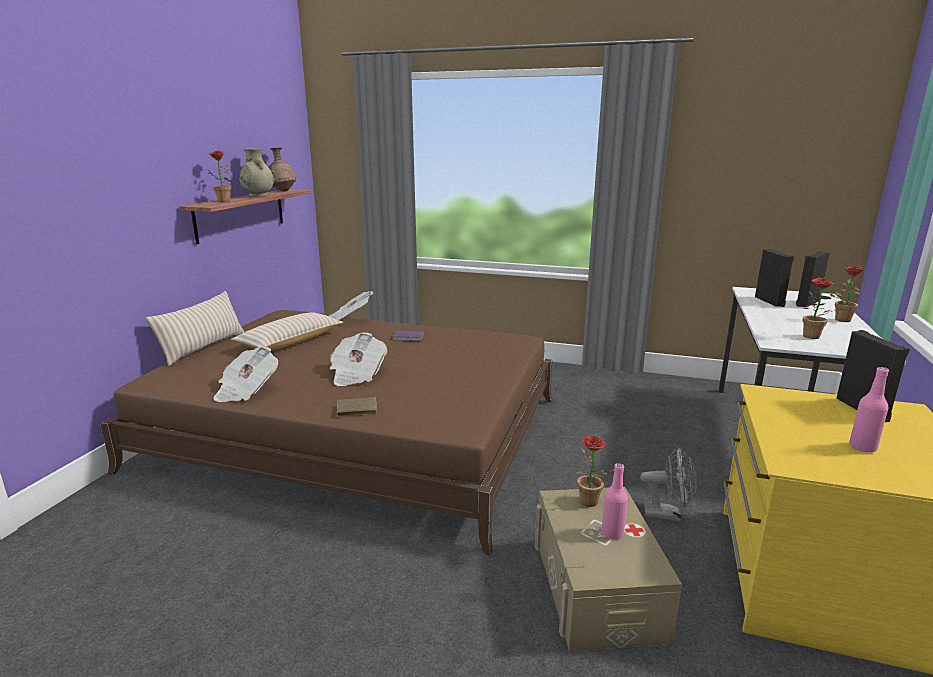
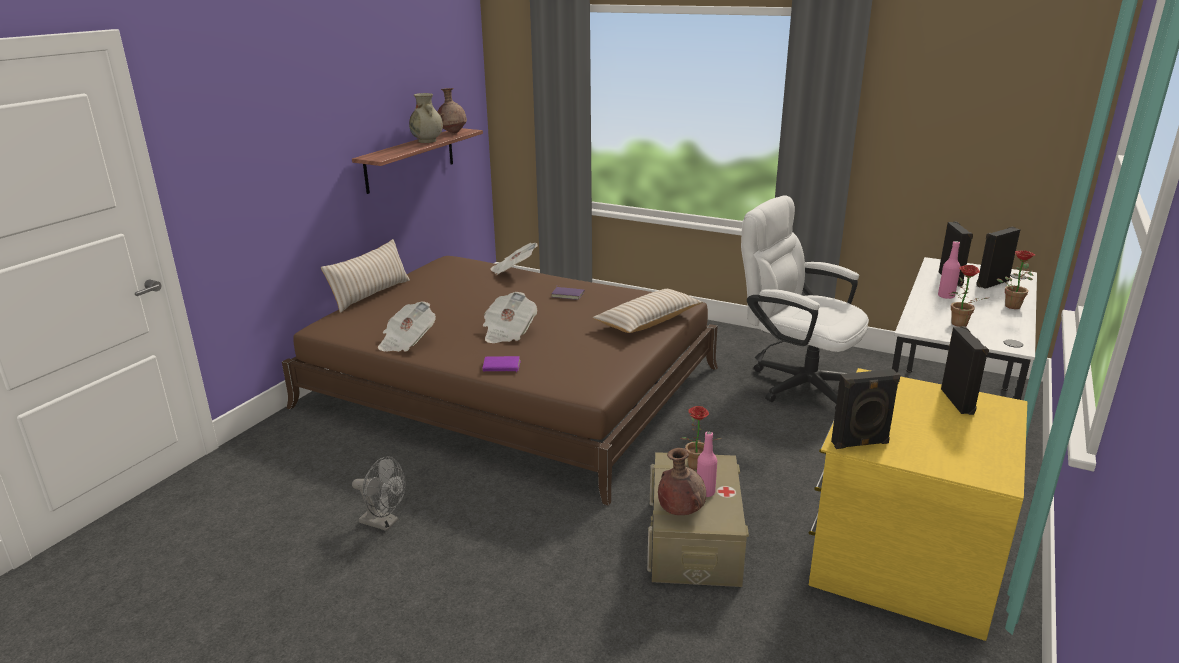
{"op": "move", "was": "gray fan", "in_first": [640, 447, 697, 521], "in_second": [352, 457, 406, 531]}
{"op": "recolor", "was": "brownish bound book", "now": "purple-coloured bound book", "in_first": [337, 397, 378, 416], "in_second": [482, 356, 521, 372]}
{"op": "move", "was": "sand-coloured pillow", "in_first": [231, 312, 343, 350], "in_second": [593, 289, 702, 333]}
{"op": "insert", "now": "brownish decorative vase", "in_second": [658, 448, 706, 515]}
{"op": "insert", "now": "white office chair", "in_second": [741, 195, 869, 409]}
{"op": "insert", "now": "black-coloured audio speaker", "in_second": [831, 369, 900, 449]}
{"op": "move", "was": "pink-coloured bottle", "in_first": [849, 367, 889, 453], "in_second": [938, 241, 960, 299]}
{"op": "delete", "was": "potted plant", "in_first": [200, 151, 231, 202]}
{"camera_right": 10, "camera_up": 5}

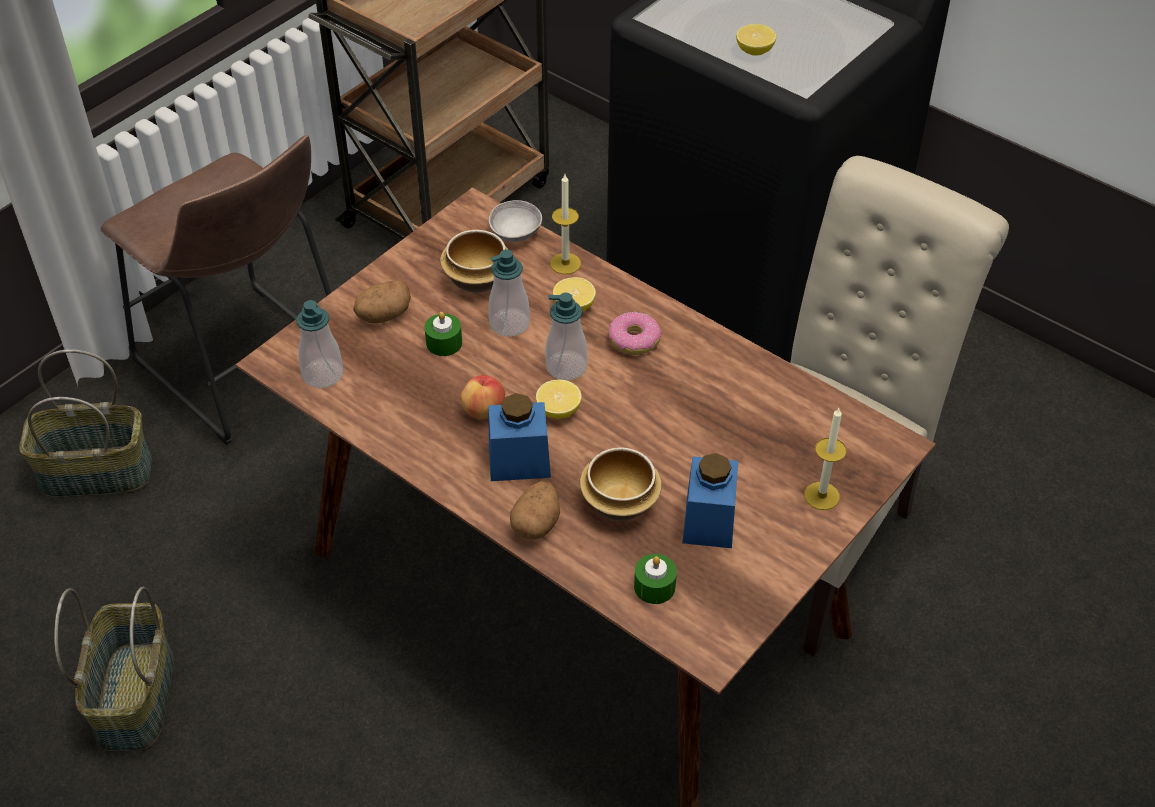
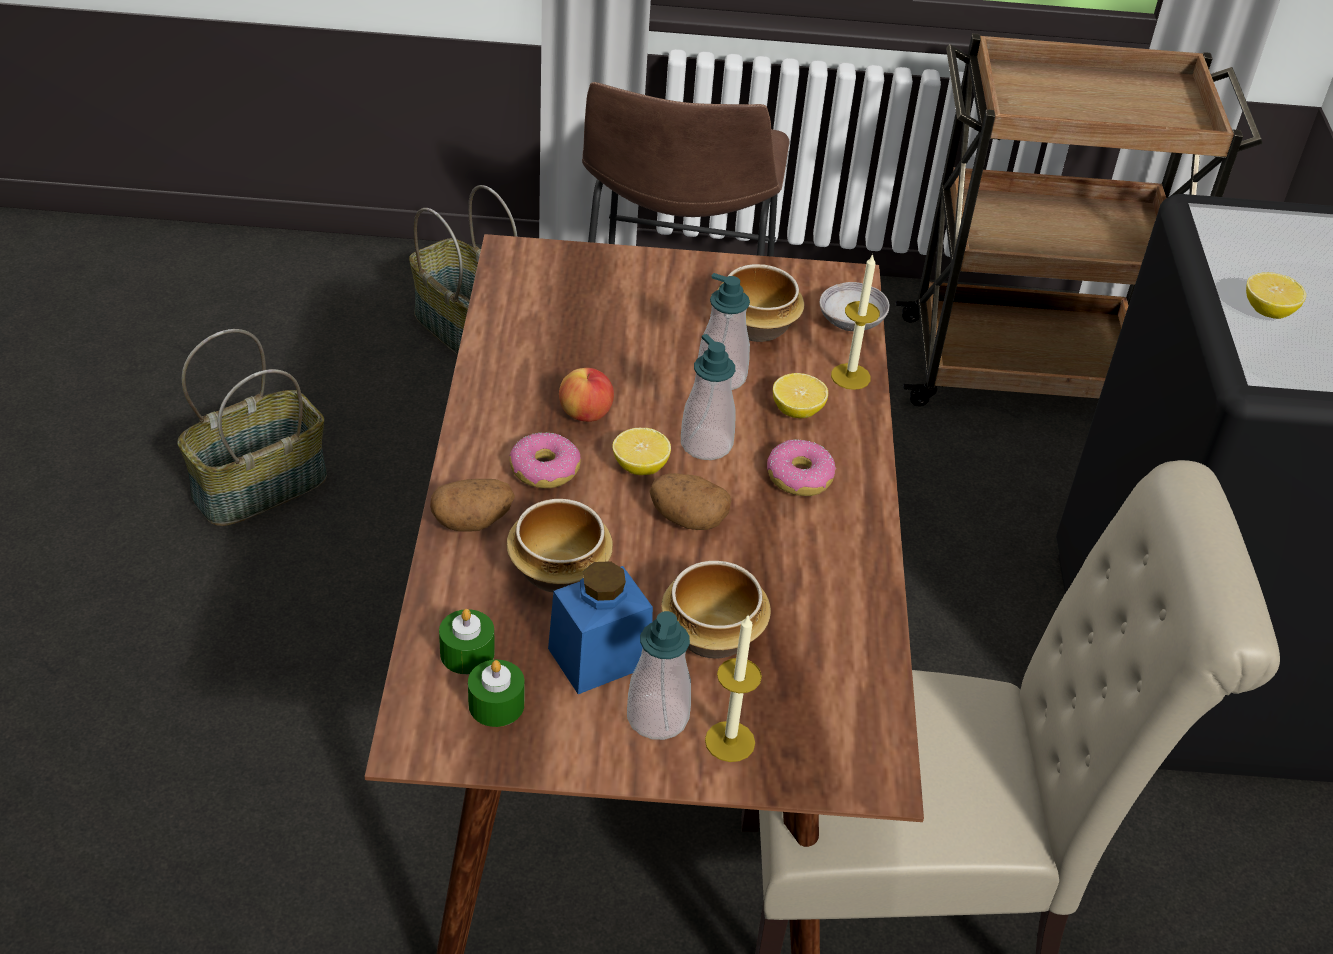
{"op": "move", "was": "green-coloured candle", "in_first": [424, 312, 462, 356], "in_second": [468, 660, 524, 727]}
{"op": "replace", "was": "blue-coloured preserve jar", "now": "ring doughnut", "in_first": [489, 393, 551, 481], "in_second": [509, 432, 581, 488]}
{"op": "move", "was": "soap dispenser", "in_first": [296, 300, 343, 388], "in_second": [627, 611, 691, 740]}
{"op": "move", "was": "potato", "in_first": [353, 280, 411, 324], "in_second": [649, 473, 731, 530]}
{"op": "insert", "now": "bowl", "in_second": [661, 561, 771, 659]}
{"camera_right": 50, "camera_up": -5}

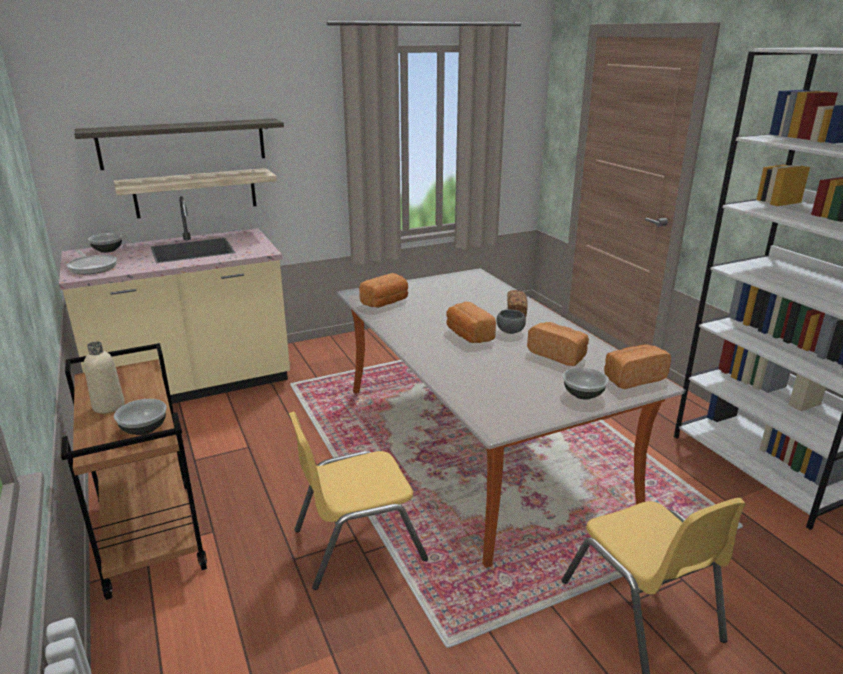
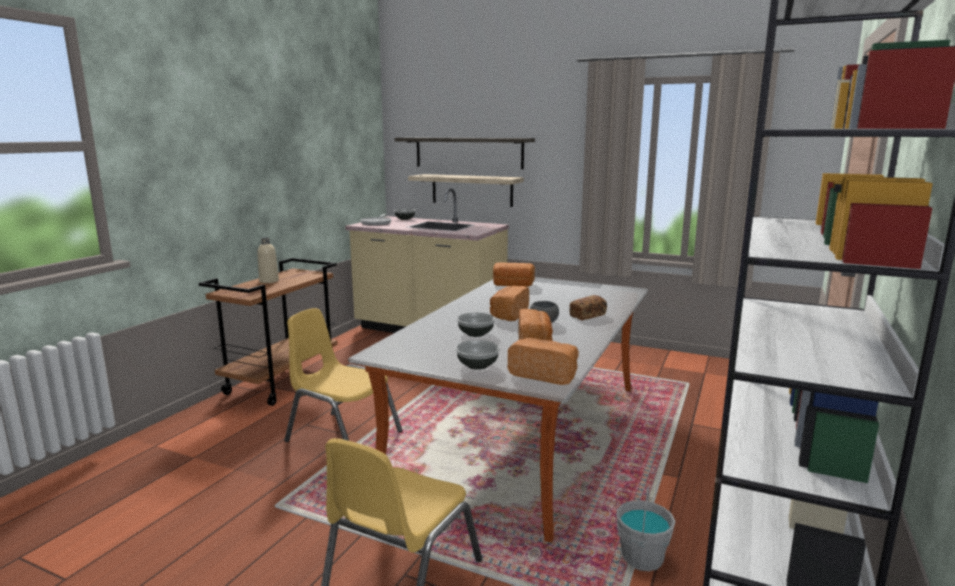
{"op": "move", "was": "bowl", "in_first": [114, 399, 166, 435], "in_second": [457, 313, 495, 337]}
{"op": "insert", "now": "gray bucket", "in_second": [616, 486, 676, 571]}
{"camera_right": 50, "camera_up": -10}

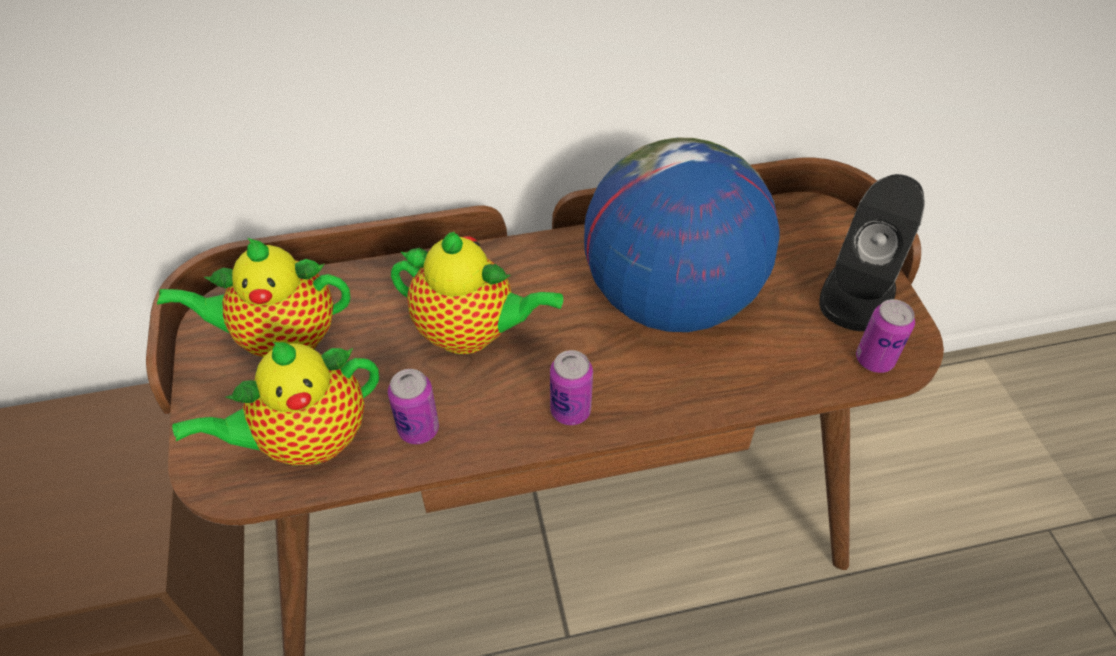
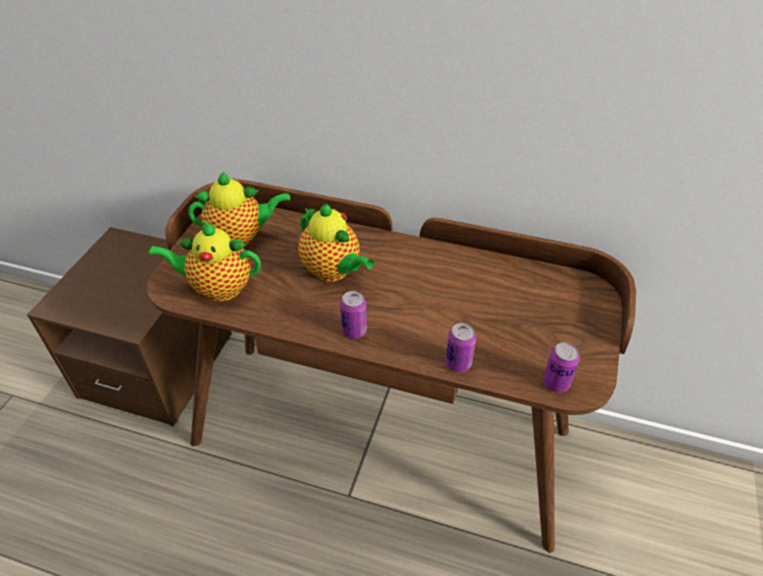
{"op": "rotate", "was": "teapot", "in_first": [157, 238, 350, 357], "in_second": [188, 172, 290, 246], "clockwise": 150}
{"op": "move", "was": "can", "in_first": [388, 369, 439, 444], "in_second": [446, 323, 476, 373]}
{"op": "delete", "was": "desk globe", "in_first": [584, 138, 779, 332]}
{"op": "delete", "was": "black-coloured audio speaker", "in_first": [819, 174, 925, 331]}
{"camera_right": 30, "camera_up": -5}

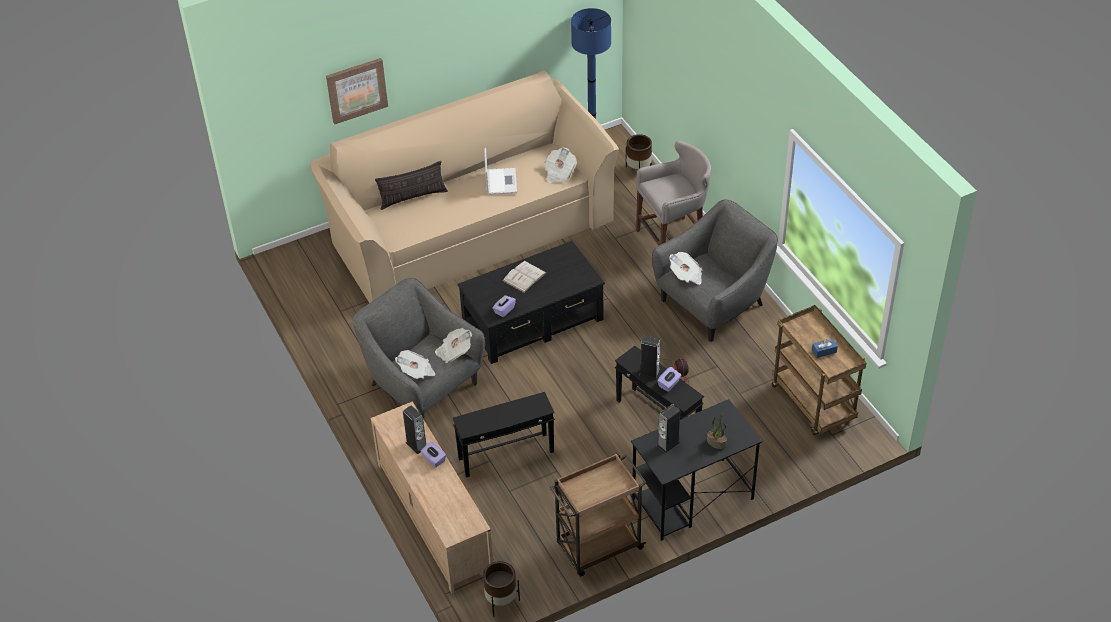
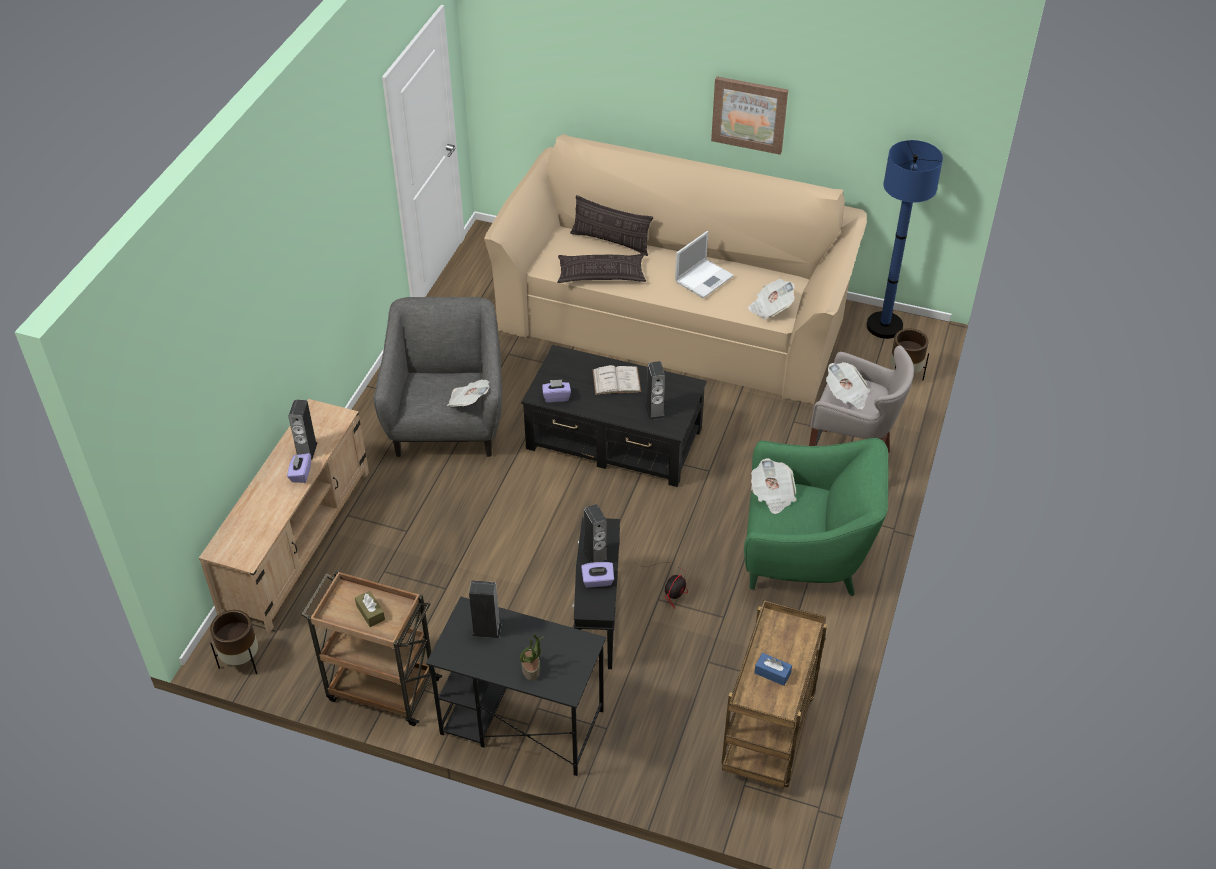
{"op": "insert", "now": "brownish box of tissues", "in_second": [355, 591, 385, 627]}
{"op": "insert", "now": "pillow", "in_second": [557, 254, 646, 283]}
{"op": "insert", "now": "audio speaker", "in_second": [645, 361, 665, 420]}
{"op": "move", "was": "wall art", "in_first": [326, 58, 388, 124], "in_second": [711, 76, 788, 155]}
{"op": "recolor", "was": "gray easy chair", "now": "green-coloured easy chair", "in_first": [652, 199, 778, 342], "in_second": [744, 438, 888, 596]}
{"op": "move", "was": "printed paper", "in_first": [395, 350, 436, 379], "in_second": [826, 362, 870, 410]}
{"op": "delete", "was": "black-coloured side table", "in_first": [453, 392, 555, 478]}
{"camera_right": 45, "camera_up": 0}

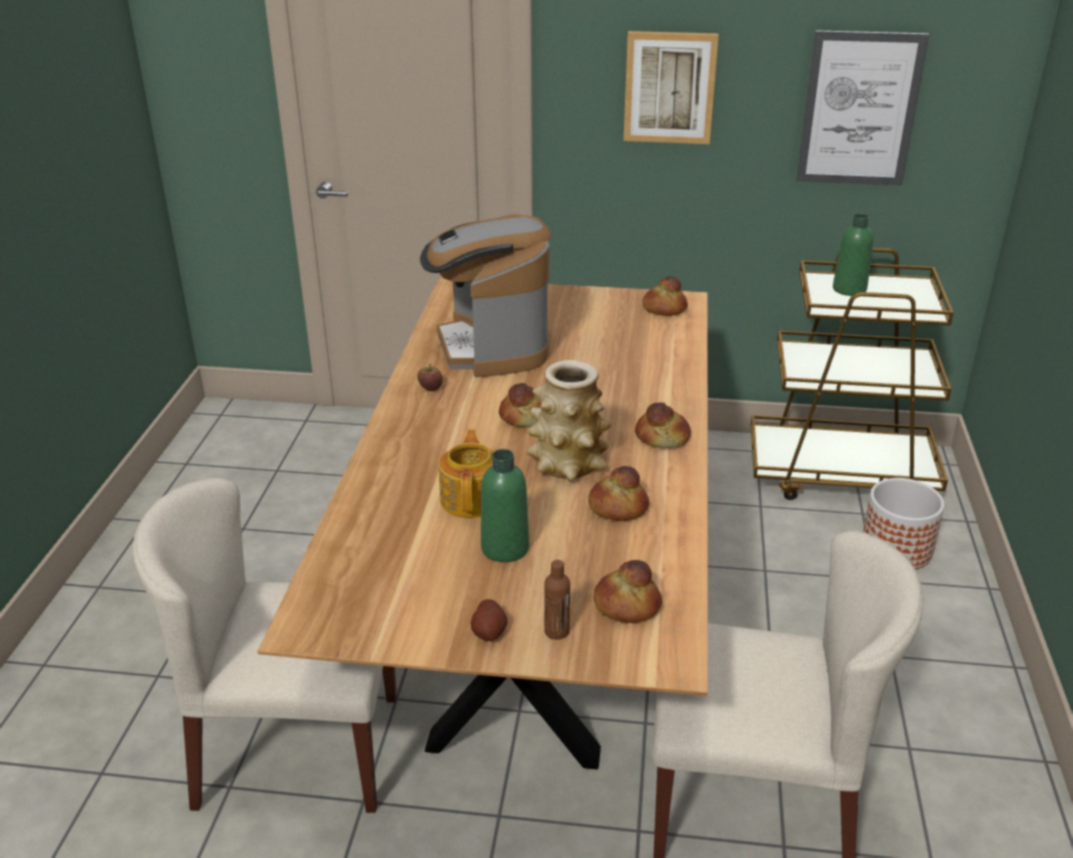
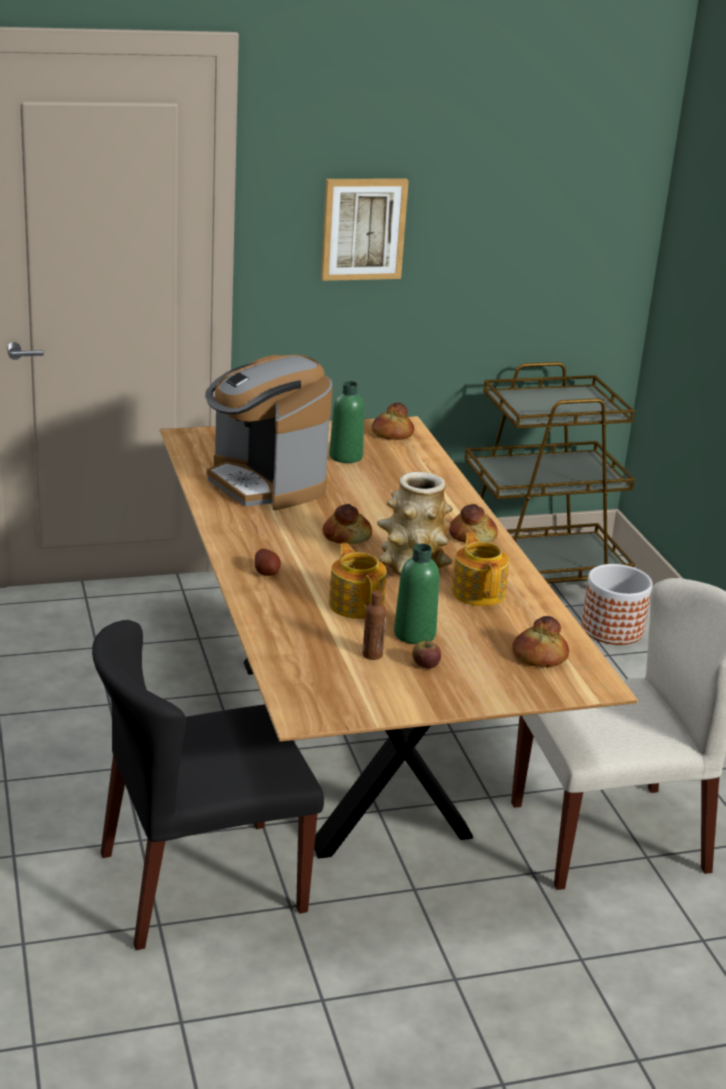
{"op": "recolor", "was": "sand-coloured plain chair", "now": "black-coloured plain chair", "in_first": [133, 478, 397, 813], "in_second": [92, 620, 324, 950]}
{"op": "move", "was": "potato", "in_first": [470, 599, 508, 641], "in_second": [255, 549, 281, 576]}
{"op": "move", "was": "green-coloured bottle", "in_first": [833, 214, 873, 296], "in_second": [329, 381, 364, 463]}
{"op": "move", "was": "brownish bottle", "in_first": [544, 560, 570, 640], "in_second": [363, 590, 386, 660]}
{"op": "move", "was": "apple fruit", "in_first": [418, 364, 443, 391], "in_second": [412, 638, 441, 669]}
{"op": "replace", "was": "bakery bread", "now": "teapot", "in_first": [588, 466, 649, 521], "in_second": [452, 532, 509, 606]}
{"op": "delete", "was": "wall art", "in_first": [796, 30, 929, 185]}
{"camera_right": -25, "camera_up": -5}

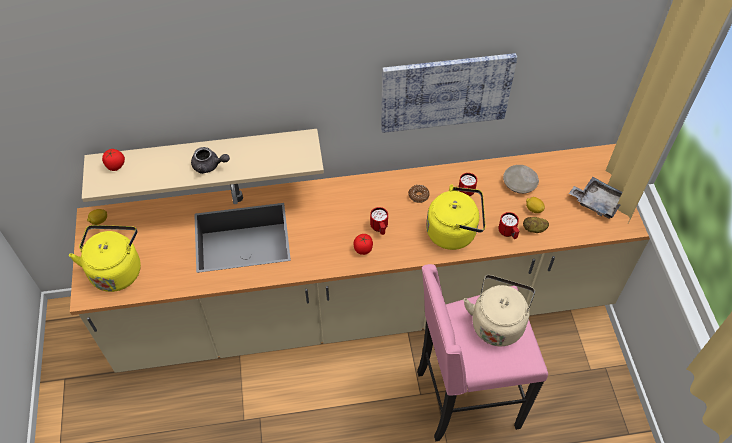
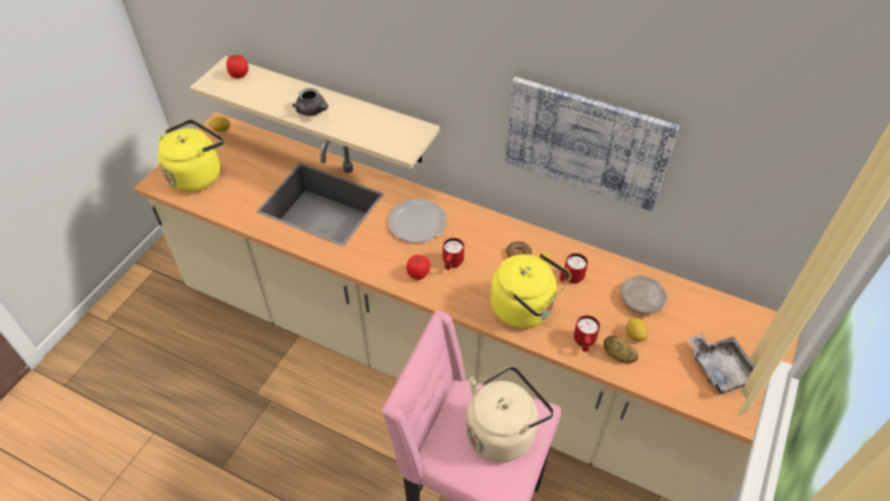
{"op": "insert", "now": "flat dish", "in_second": [388, 199, 447, 243]}
{"camera_right": 35, "camera_up": -5}

